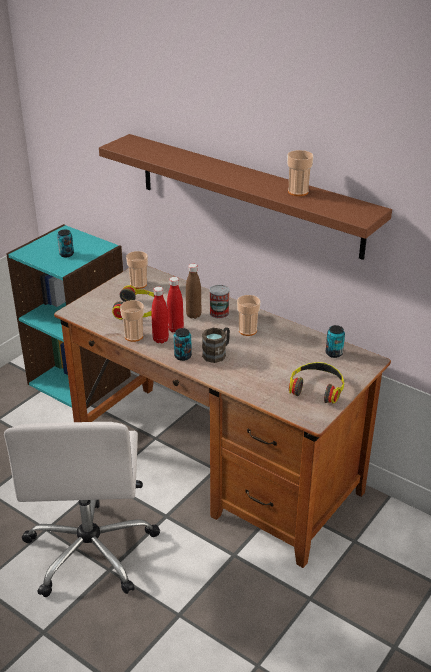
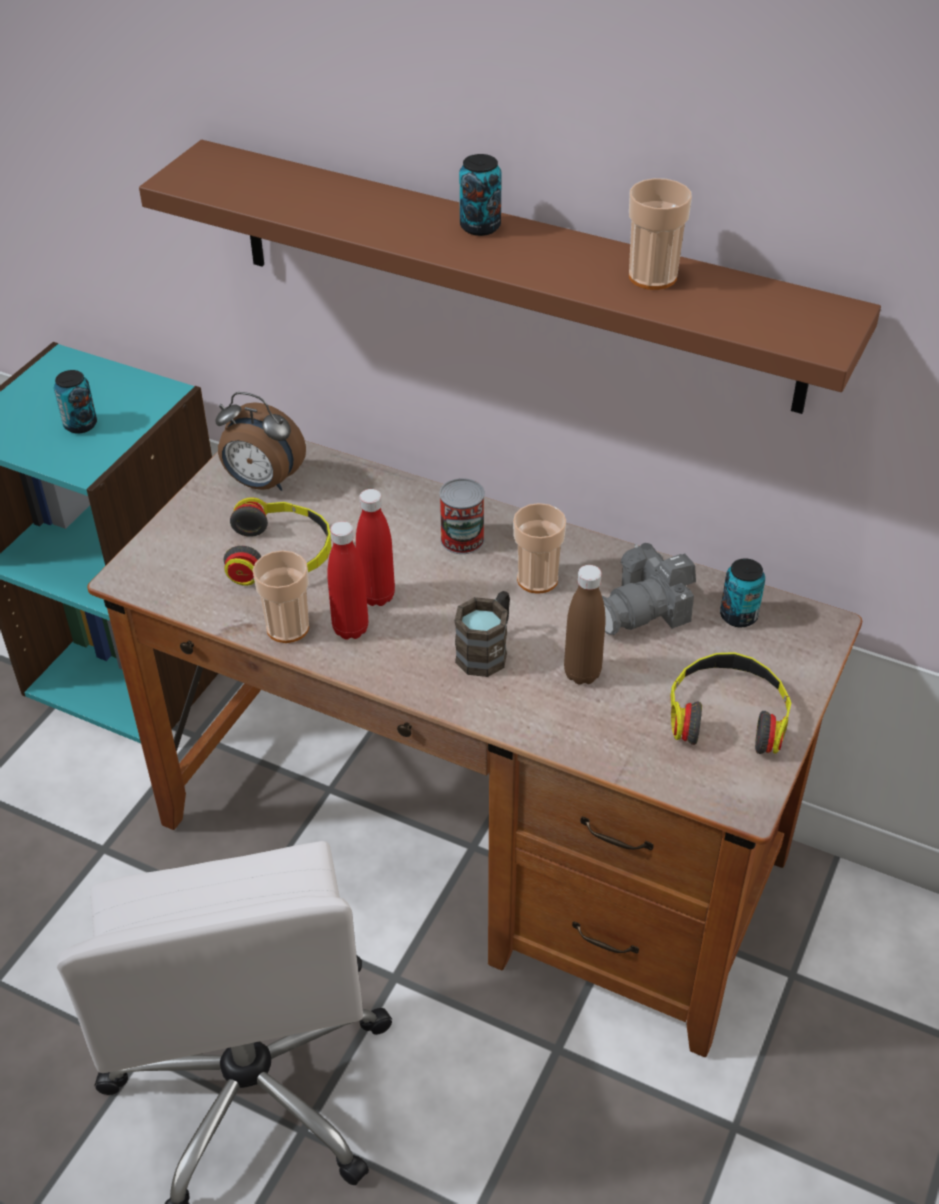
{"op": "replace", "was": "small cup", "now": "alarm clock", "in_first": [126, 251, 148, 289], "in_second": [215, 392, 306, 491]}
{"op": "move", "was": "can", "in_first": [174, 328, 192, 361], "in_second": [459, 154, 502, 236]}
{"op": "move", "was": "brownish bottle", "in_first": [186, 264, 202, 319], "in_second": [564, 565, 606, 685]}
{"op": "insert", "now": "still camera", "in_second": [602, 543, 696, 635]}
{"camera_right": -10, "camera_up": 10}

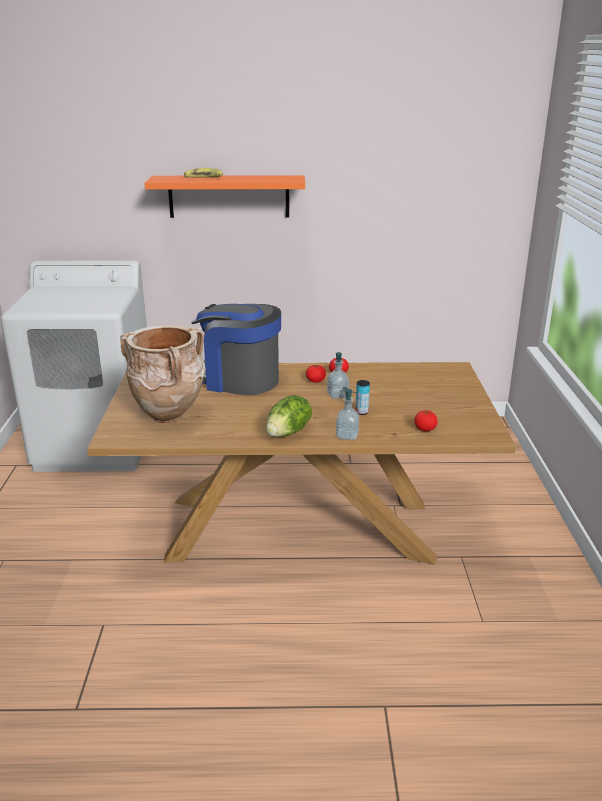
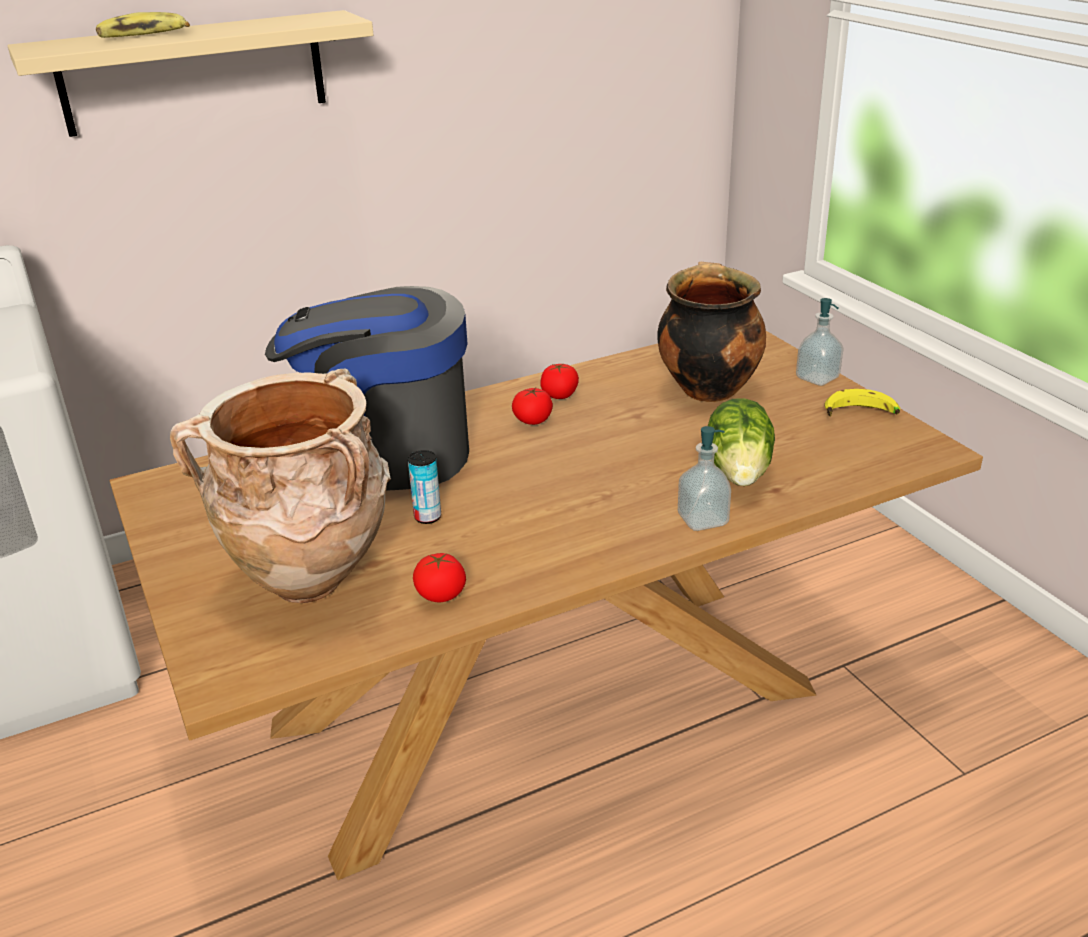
{"op": "recolor", "was": "orange-coloured bracket shelf", "now": "sand-coloured bracket shelf", "in_first": [144, 175, 305, 218], "in_second": [7, 10, 373, 137]}
{"op": "move", "was": "can", "in_first": [356, 380, 370, 415], "in_second": [408, 450, 441, 524]}
{"op": "move", "was": "tomato", "in_first": [414, 410, 438, 431], "in_second": [413, 553, 466, 602]}
{"op": "insert", "now": "cooking pot", "in_second": [658, 262, 766, 402]}
{"op": "move", "was": "head of lettuce", "in_first": [266, 395, 312, 437], "in_second": [708, 398, 775, 486]}
{"op": "move", "was": "soap dispenser", "in_first": [327, 352, 349, 399], "in_second": [796, 298, 844, 386]}
{"op": "insert", "now": "banana", "in_second": [825, 389, 900, 417]}
{"camera_right": -25, "camera_up": 5}

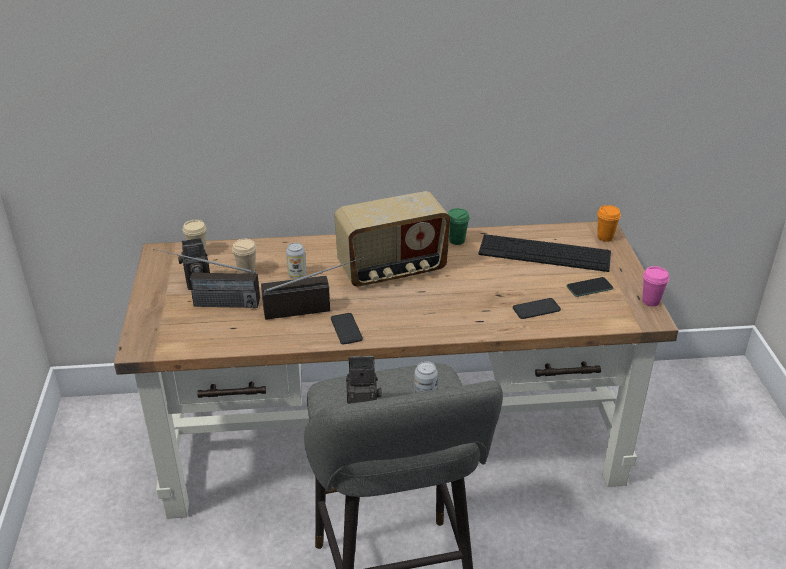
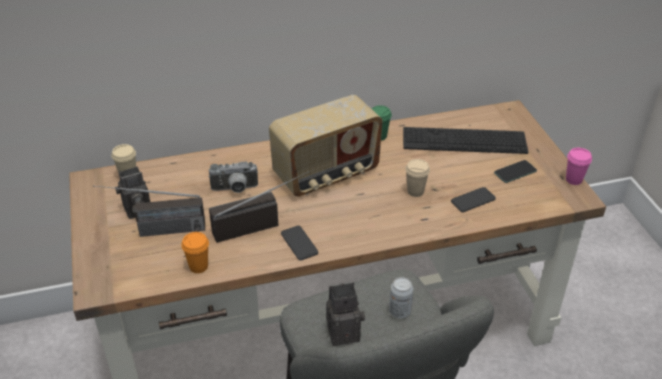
{"op": "move", "was": "orange-coloured small cup", "in_first": [597, 205, 621, 242], "in_second": [181, 232, 209, 273]}
{"op": "replace", "was": "can", "now": "still camera", "in_first": [286, 242, 306, 279], "in_second": [209, 162, 258, 193]}
{"op": "move", "was": "sand-coloured small cup", "in_first": [232, 239, 257, 274], "in_second": [405, 159, 430, 197]}
{"camera_right": -10, "camera_up": 5}

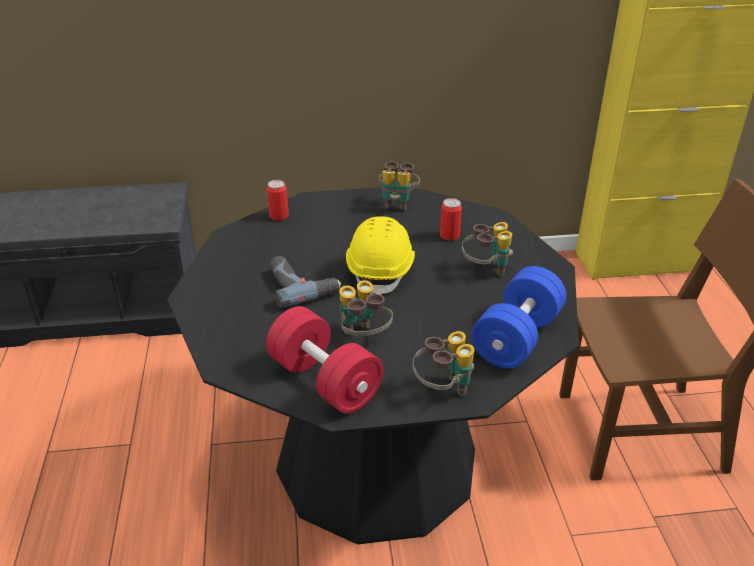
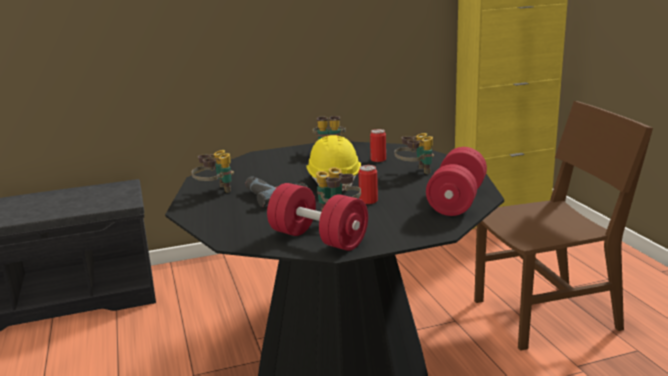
{"op": "move", "was": "field glasses", "in_first": [412, 331, 475, 396], "in_second": [191, 150, 234, 193]}
{"op": "move", "was": "can", "in_first": [267, 180, 289, 221], "in_second": [358, 165, 378, 204]}
{"op": "recolor", "was": "blue-coloured dumbbell", "now": "red dumbbell", "in_first": [472, 266, 566, 369], "in_second": [426, 147, 487, 216]}
{"camera_right": -10, "camera_up": -15}

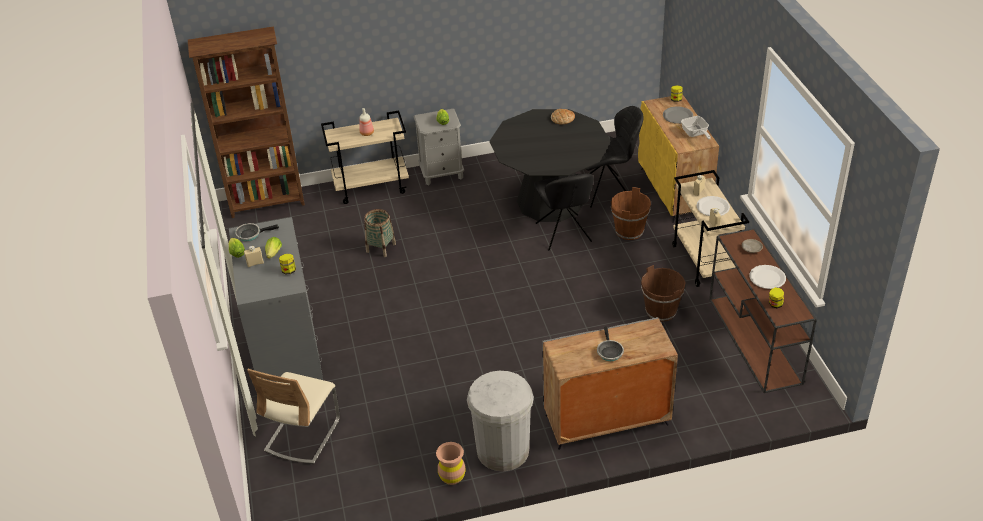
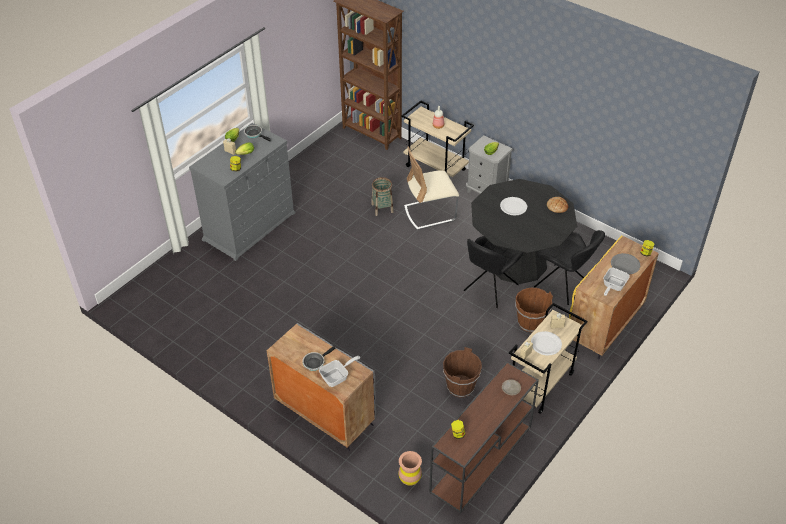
{"op": "insert", "now": "skillet", "in_second": [319, 356, 361, 387]}
{"op": "move", "was": "brownish decorative vase", "in_first": [436, 442, 466, 485], "in_second": [398, 451, 422, 486]}
{"op": "move", "was": "sand-coloured plain chair", "in_first": [247, 369, 340, 464], "in_second": [404, 146, 459, 230]}
{"op": "move", "was": "white flat dish", "in_first": [749, 265, 786, 289], "in_second": [500, 197, 527, 215]}
{"op": "delete", "was": "white waste bin", "in_first": [467, 371, 534, 472]}
{"camera_right": 50, "camera_up": 5}

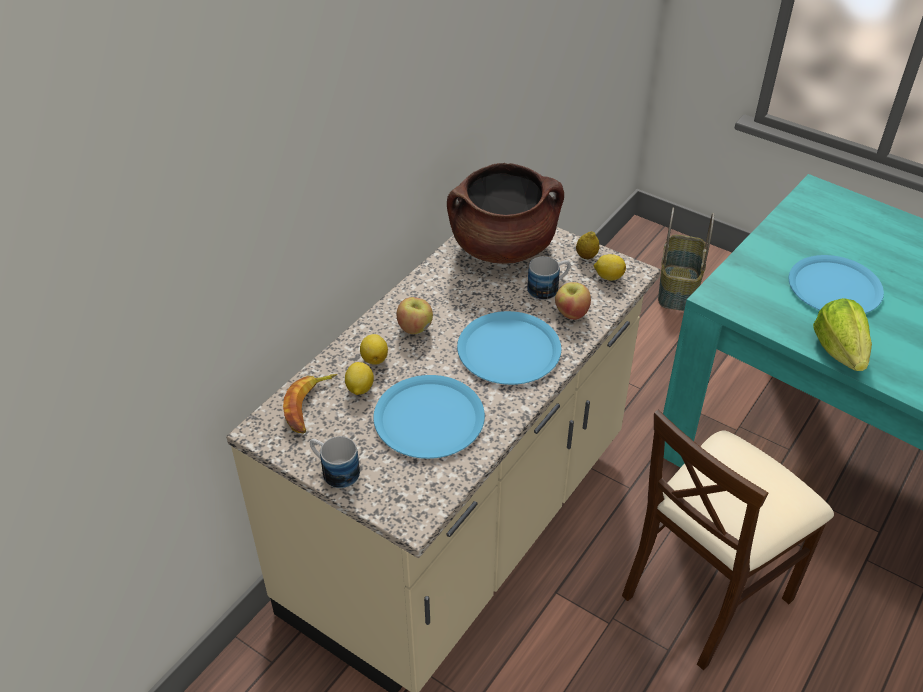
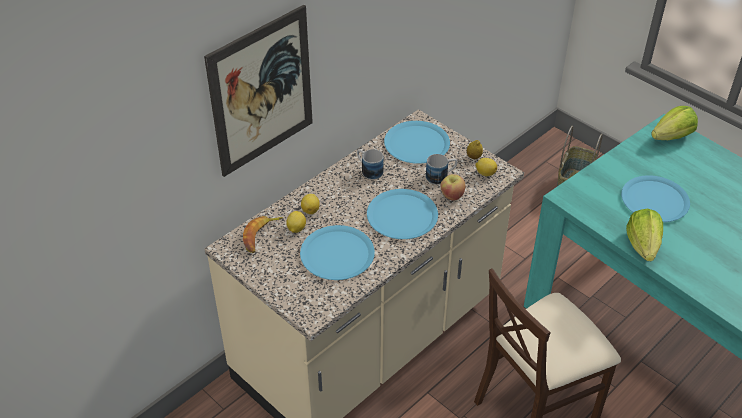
{"op": "insert", "now": "wall art", "in_second": [204, 5, 313, 177]}
{"op": "move", "was": "mug", "in_first": [310, 436, 360, 488], "in_second": [357, 149, 384, 180]}
{"op": "replace", "was": "brownish cooking pot", "now": "blue-coloured flat dish", "in_first": [447, 163, 564, 264], "in_second": [384, 121, 450, 164]}
{"op": "insert", "now": "head of lettuce", "in_second": [651, 106, 698, 140]}
{"op": "delete", "was": "apple fruit", "in_first": [397, 297, 433, 334]}
{"camera_right": 10, "camera_up": 0}

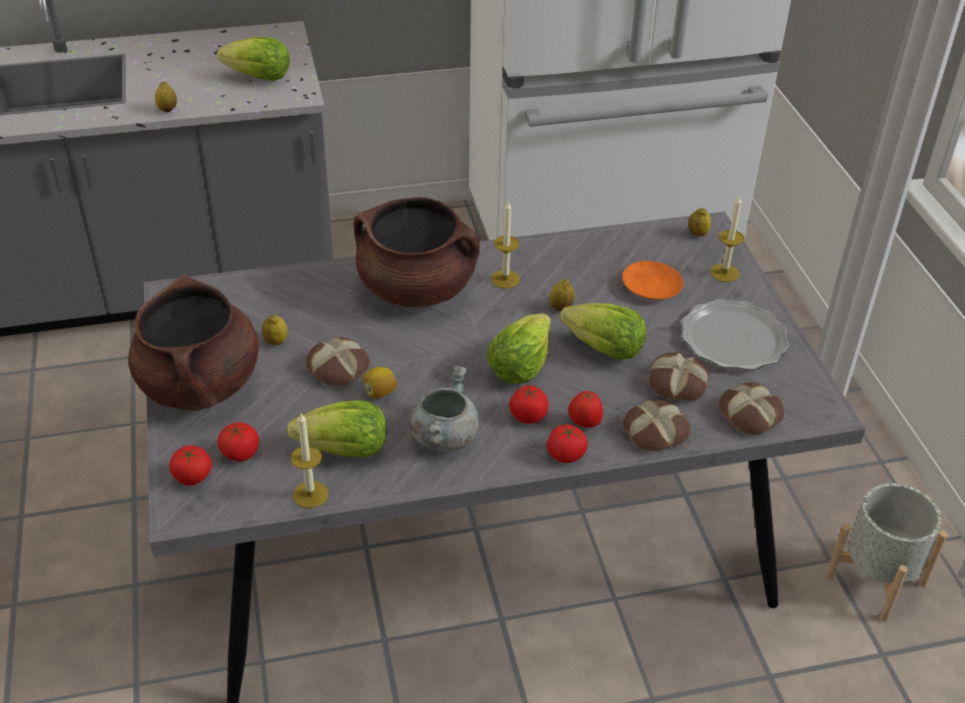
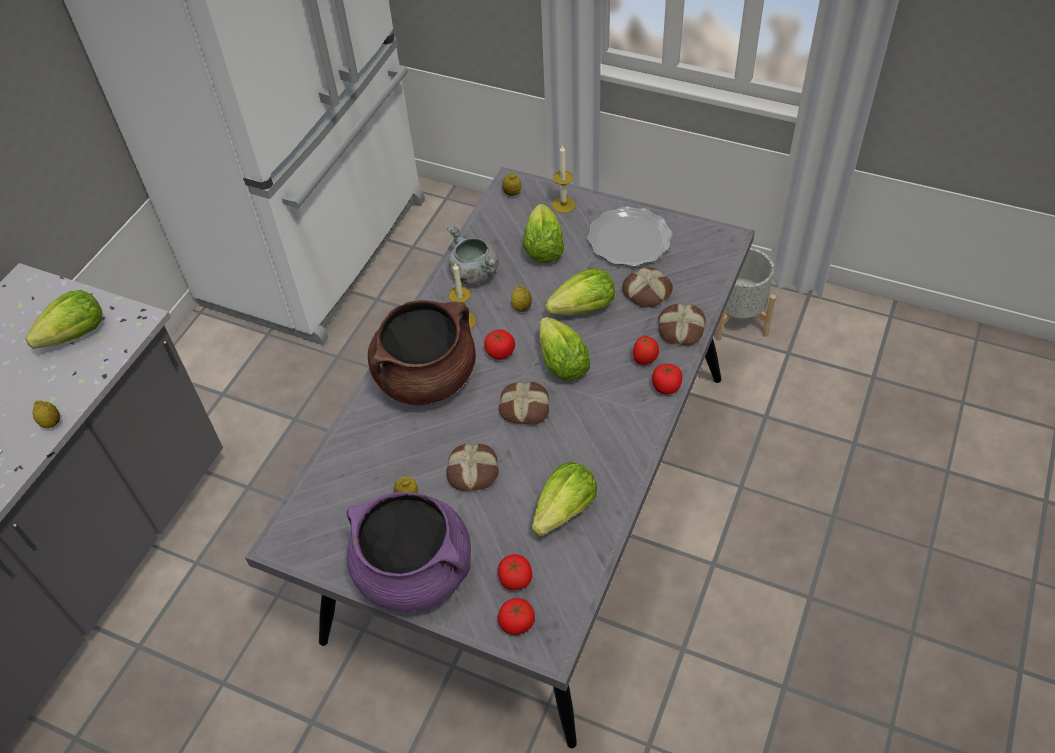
{"op": "recolor", "was": "brownish cooking pot", "now": "purple-coloured cooking pot", "in_first": [128, 275, 259, 411], "in_second": [347, 492, 471, 612]}
{"op": "move", "was": "gray cooking pot", "in_first": [410, 365, 479, 451], "in_second": [447, 225, 498, 285]}
{"op": "move", "was": "tomato", "in_first": [509, 385, 548, 424], "in_second": [484, 330, 515, 360]}
{"op": "move", "was": "bakery bread", "in_first": [719, 382, 784, 435], "in_second": [499, 382, 549, 425]}
{"op": "replace", "was": "orange-coloured flat dish", "now": "head of lettuce", "in_first": [622, 261, 683, 300], "in_second": [523, 204, 564, 263]}
{"op": "delete", "was": "candle", "in_first": [291, 413, 328, 508]}
{"op": "delete", "was": "lemon", "in_first": [363, 367, 397, 398]}
{"camera_right": -50, "camera_up": 10}

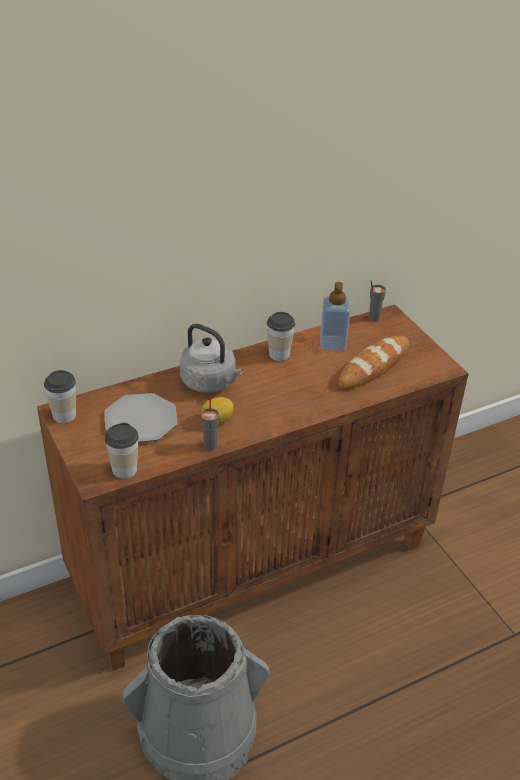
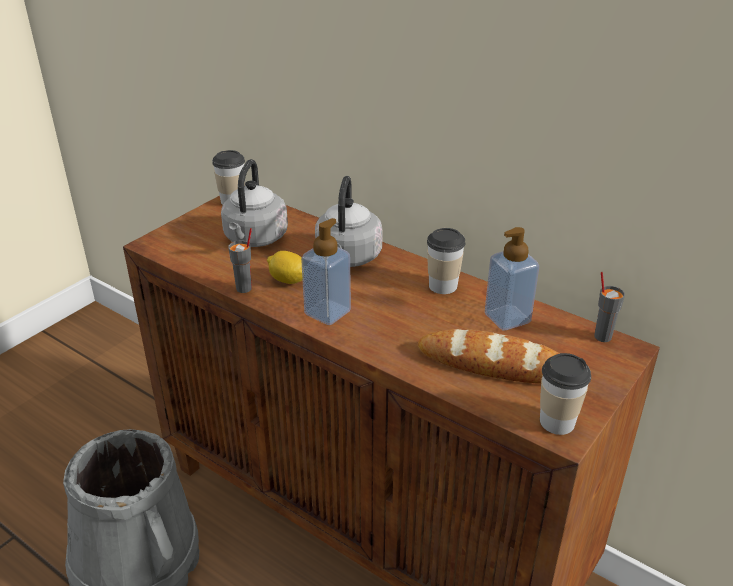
{"op": "replace", "was": "flat dish", "now": "gray kettle", "in_first": [104, 393, 178, 442], "in_second": [221, 159, 288, 247]}
{"op": "insert", "now": "soap dispenser", "in_second": [301, 218, 351, 325]}
{"op": "move", "was": "small cup", "in_first": [105, 423, 138, 479], "in_second": [540, 353, 591, 435]}
{"camera_right": 65, "camera_up": -5}

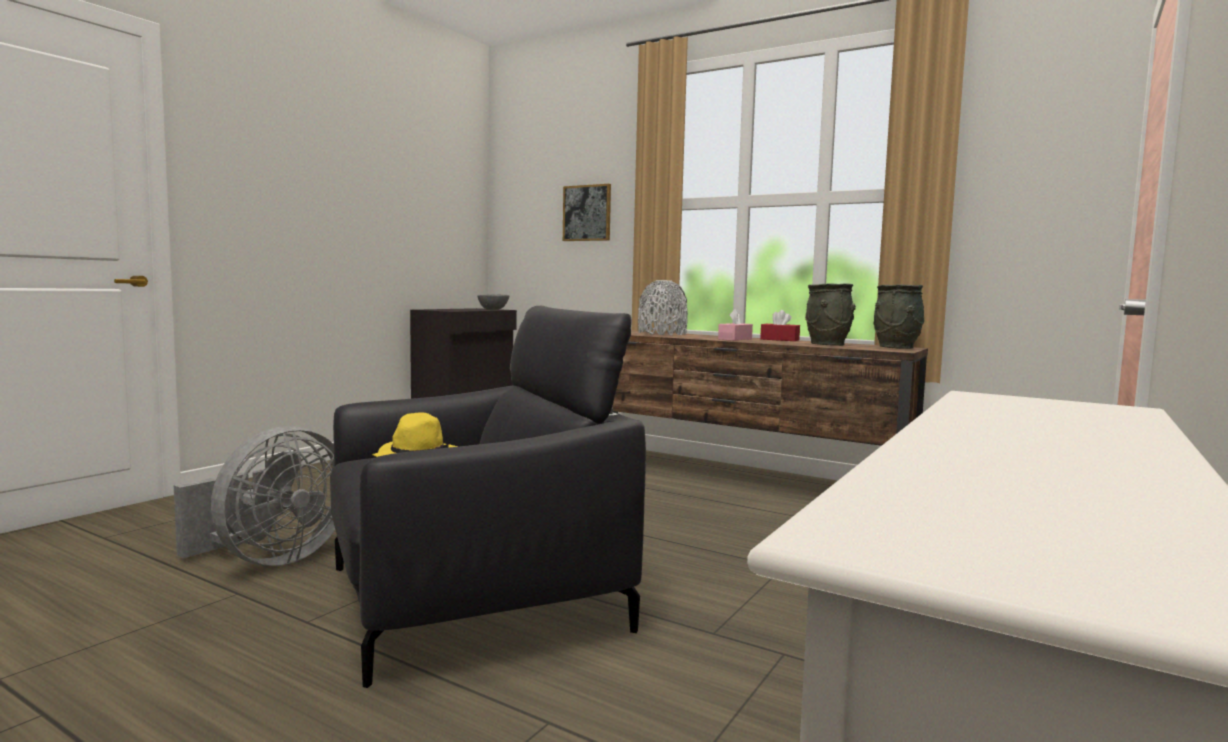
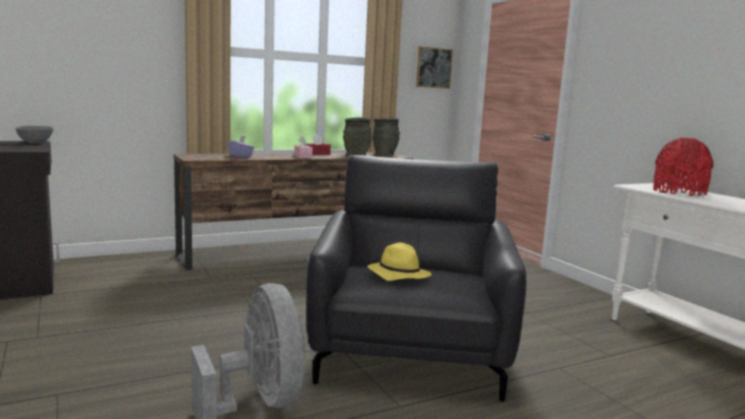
{"op": "replace", "was": "gray decorative vase", "now": "purple-coloured box of tissues", "in_first": [638, 280, 688, 335], "in_second": [228, 135, 254, 158]}
{"op": "move", "was": "wall art", "in_first": [563, 184, 611, 241], "in_second": [416, 46, 453, 89]}
{"op": "insert", "now": "red decorative vase", "in_second": [653, 138, 713, 196]}
{"camera_right": -60, "camera_up": 5}

